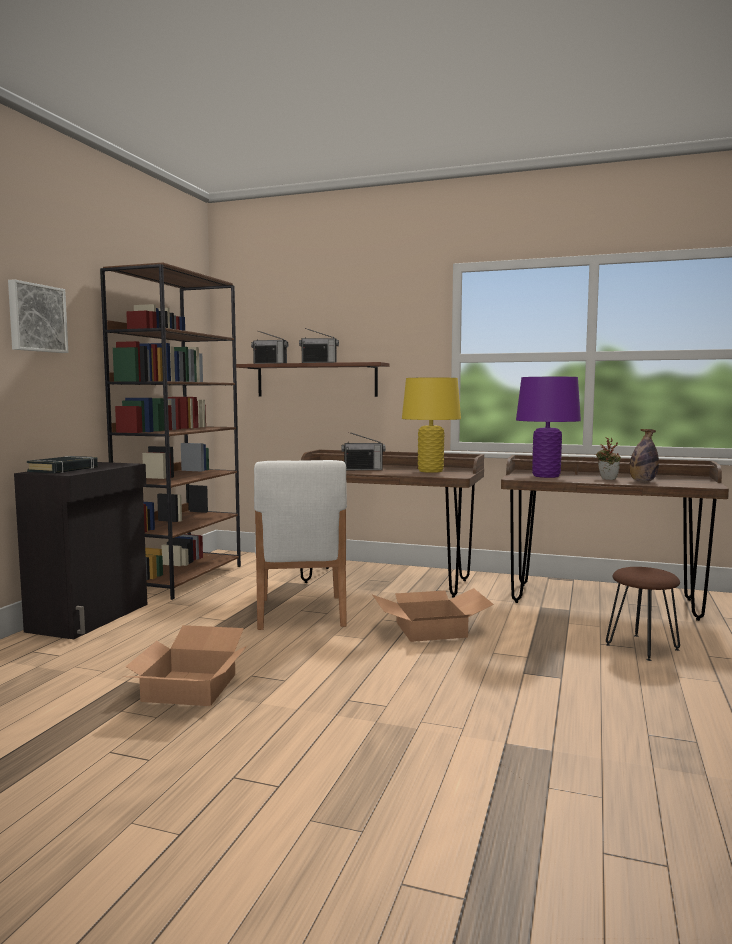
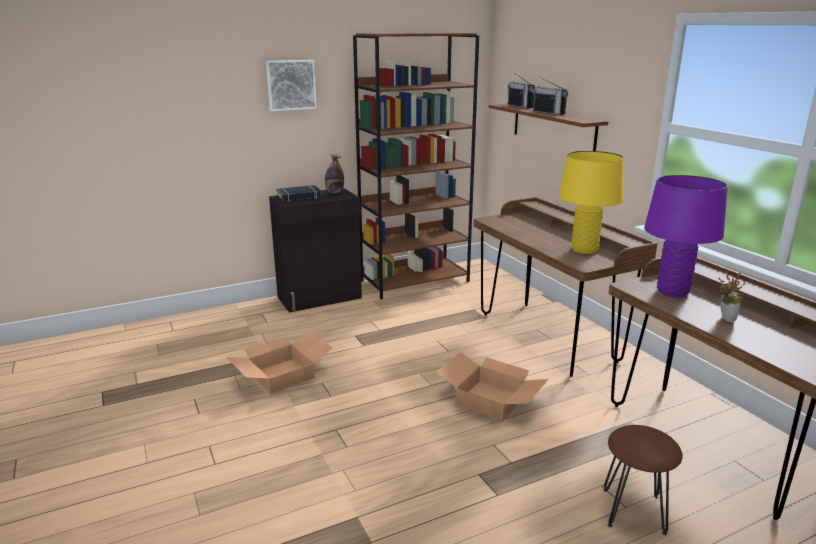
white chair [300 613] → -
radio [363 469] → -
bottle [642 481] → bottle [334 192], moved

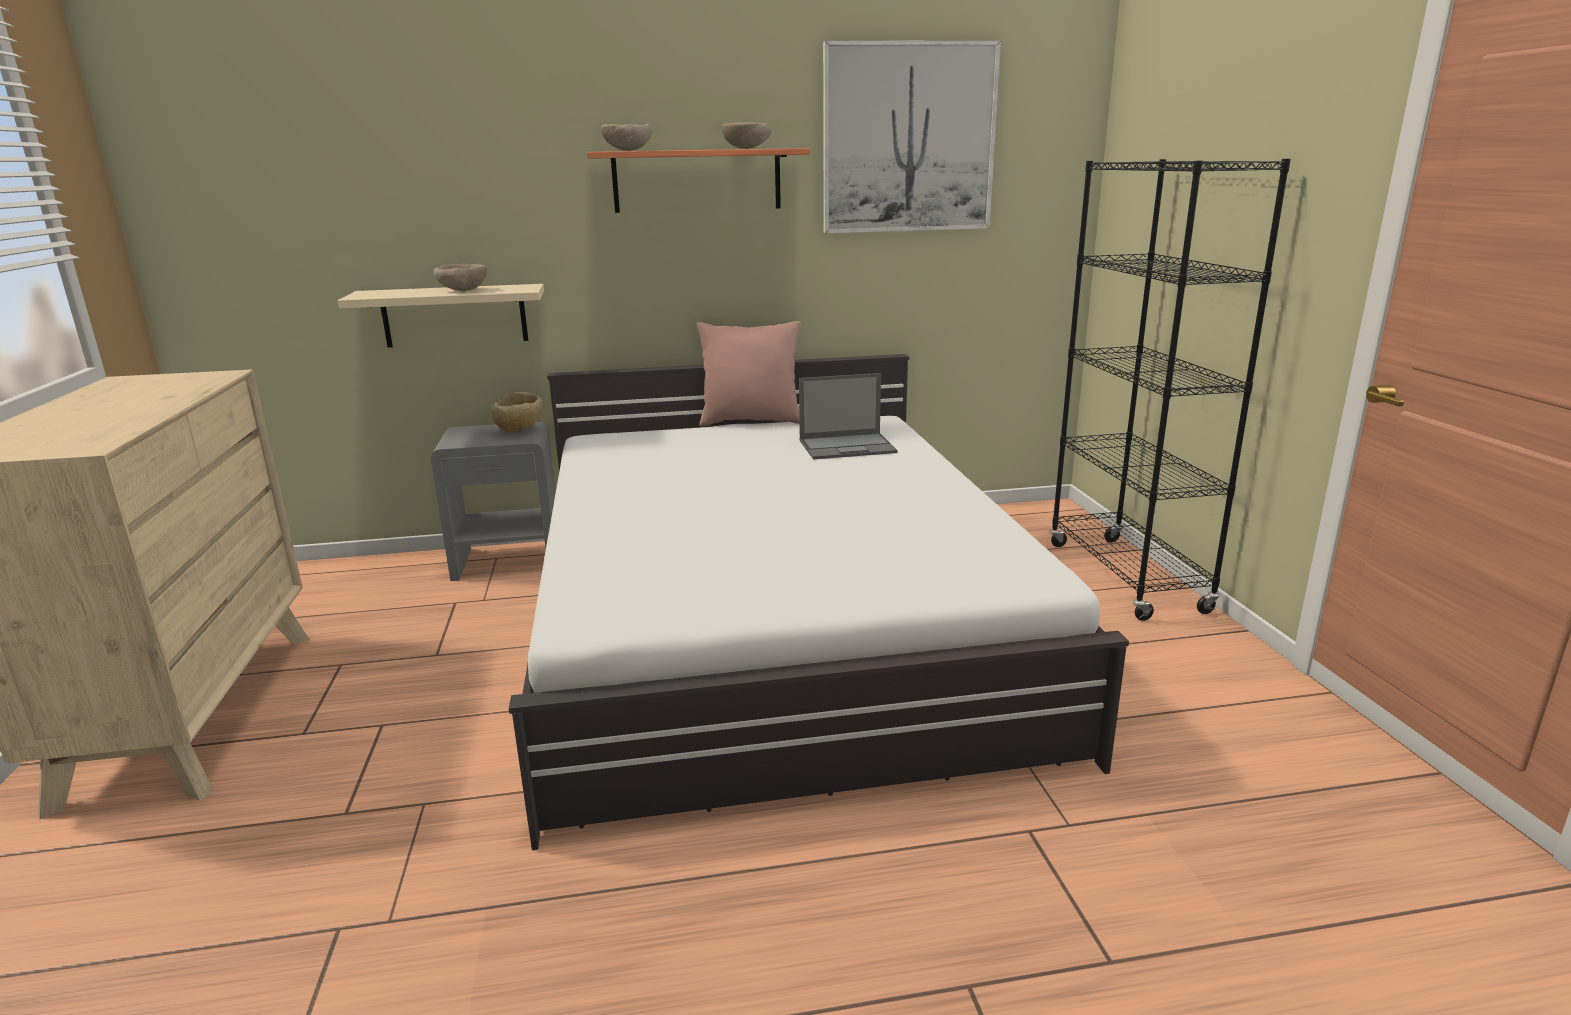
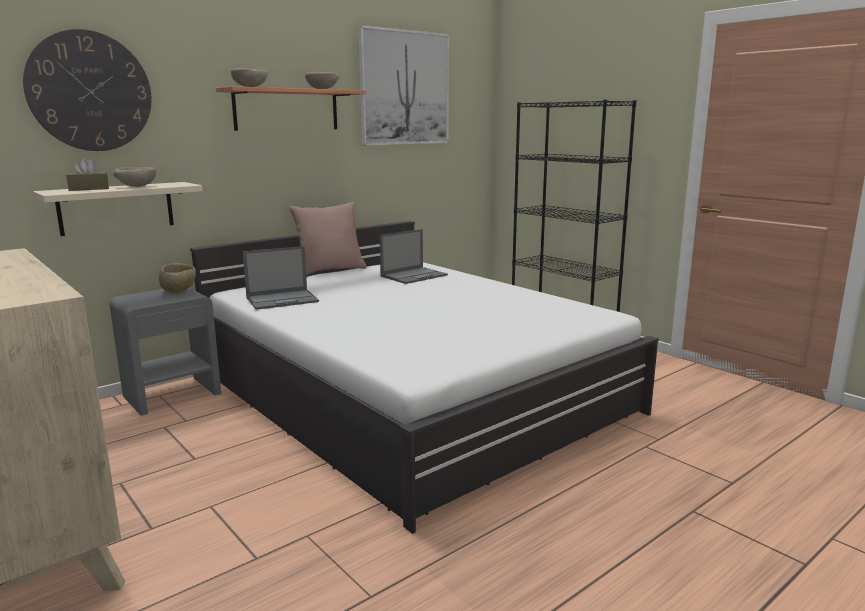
- → wall clock [90 91]
- → brown tissue box [88 189]
- → laptop [283 299]

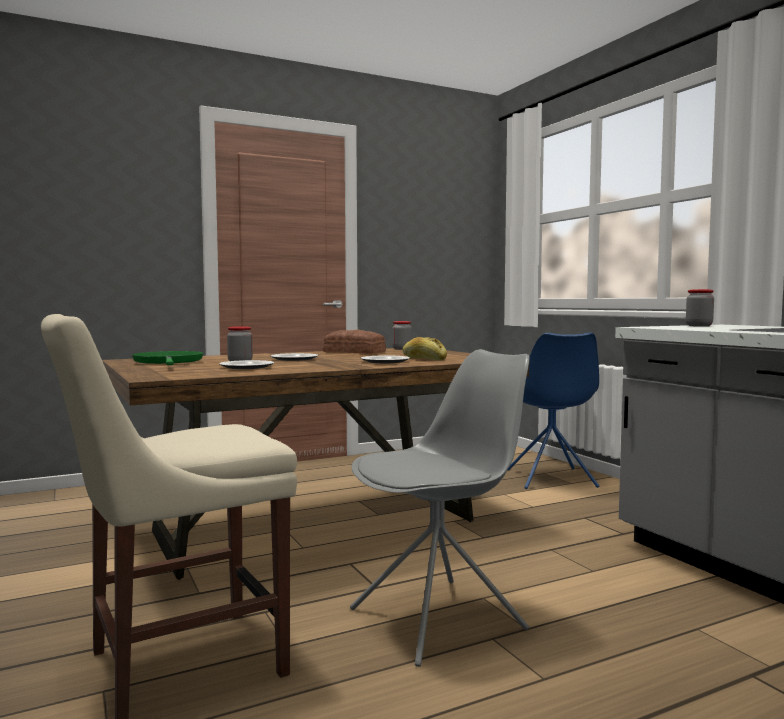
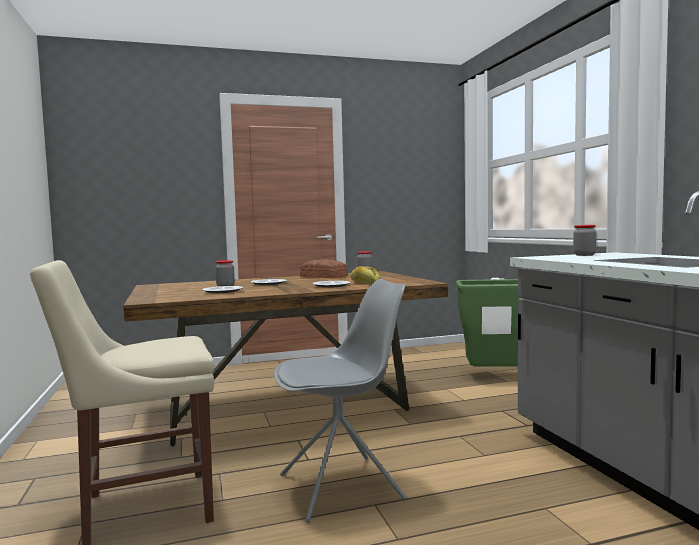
green frying pan [168 362] → -
blue chair [551 479] → green trash can [491 377]

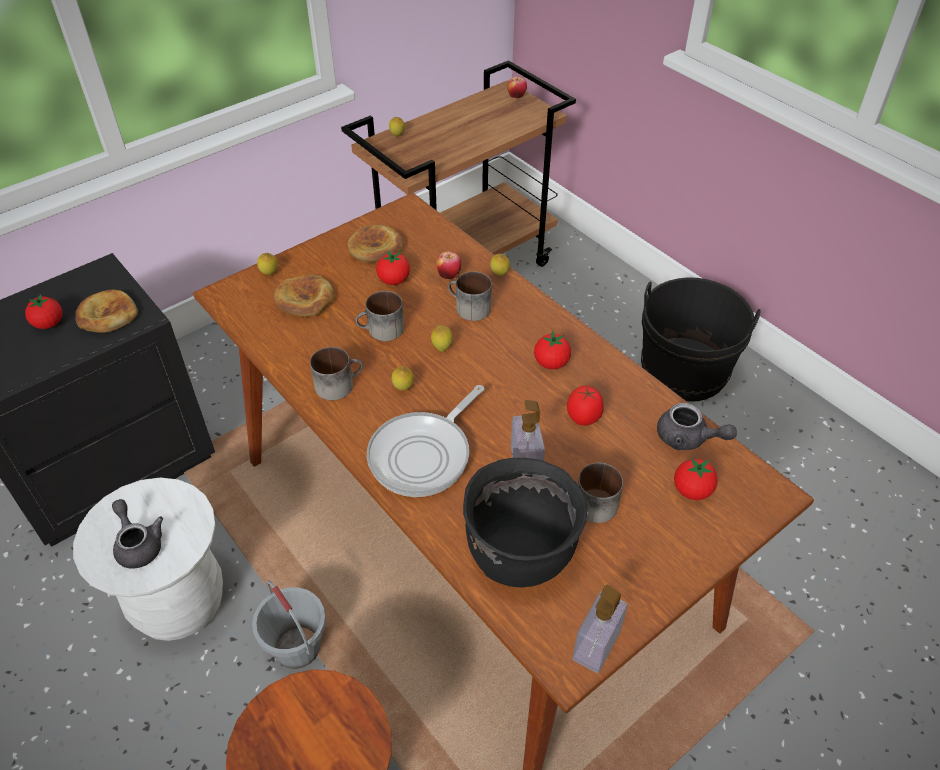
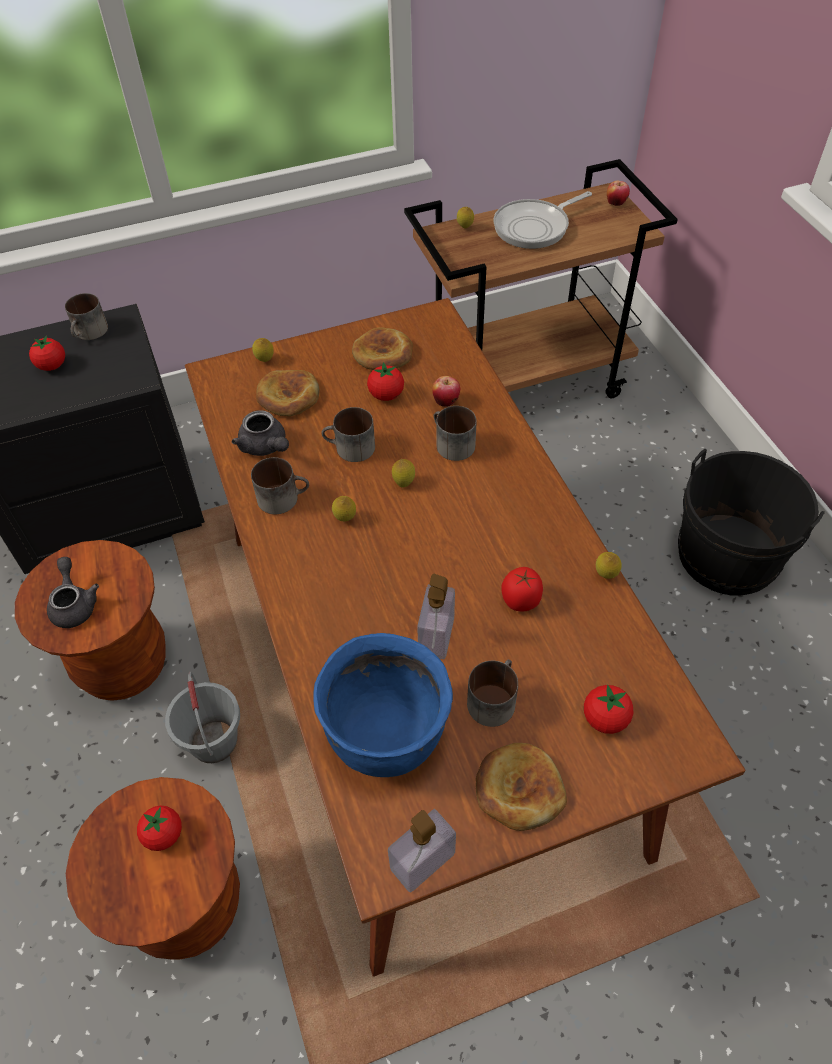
- → mug [90 333]
bread [107 315] → bread [519 789], moved
frying pan [424 455] → frying pan [535 227], moved
lemon [499 275] → lemon [605 575], moved
tomato [551 363] → tomato [164 834], moved
grey teapot [688 439] → grey teapot [265 447], moved
white stool [179 603] → brown stool [123 664]
black cooking pot [519 554] → blue cooking pot [386 735]

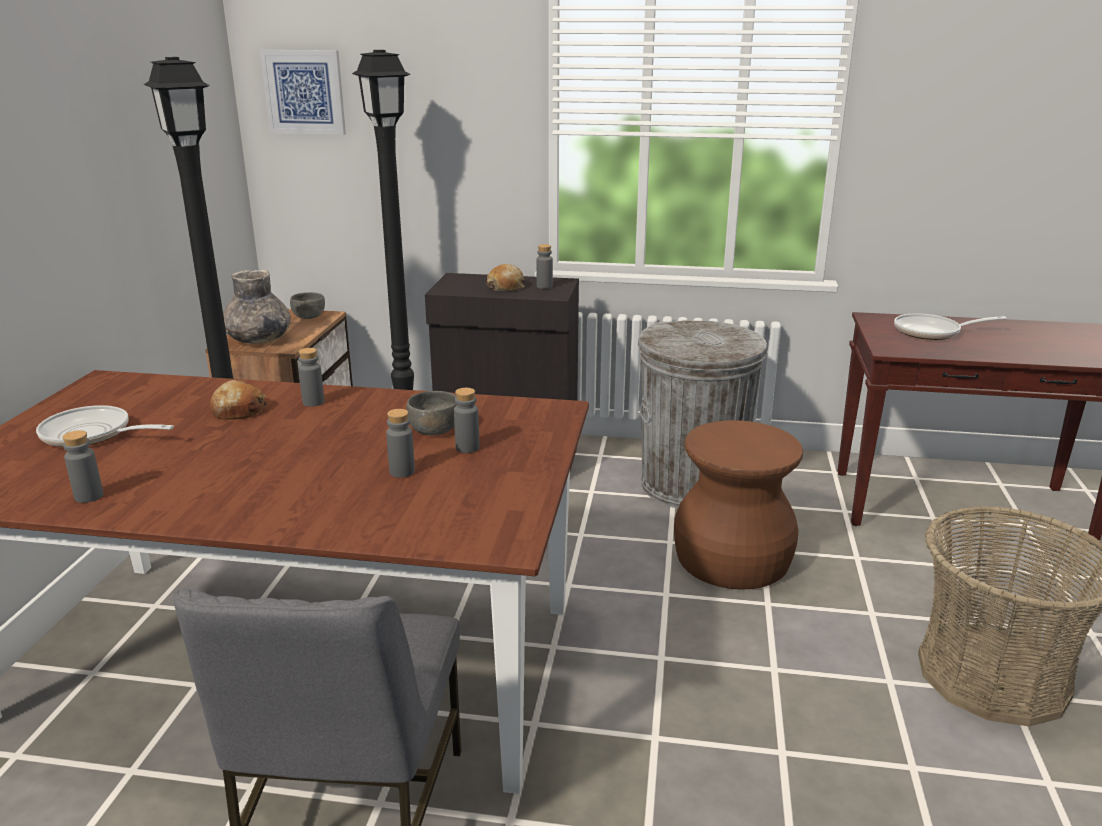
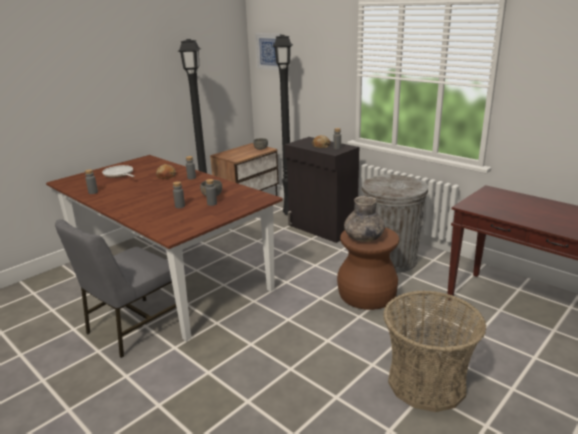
frying pan [932 332] → -
grey vase [258 339] → grey vase [363 237], moved

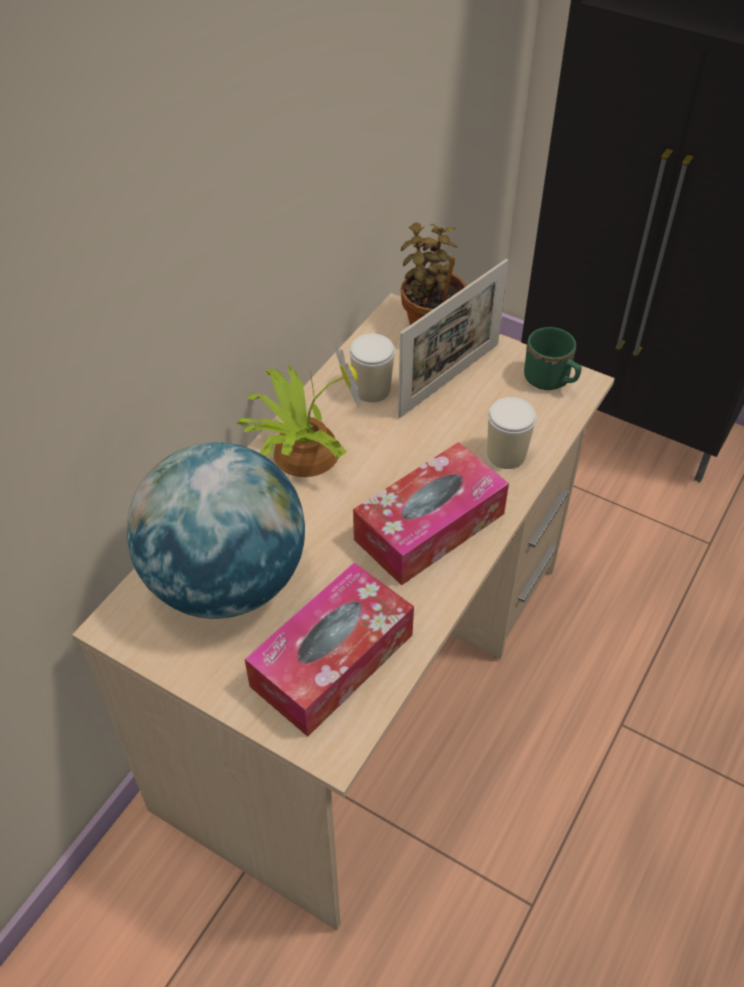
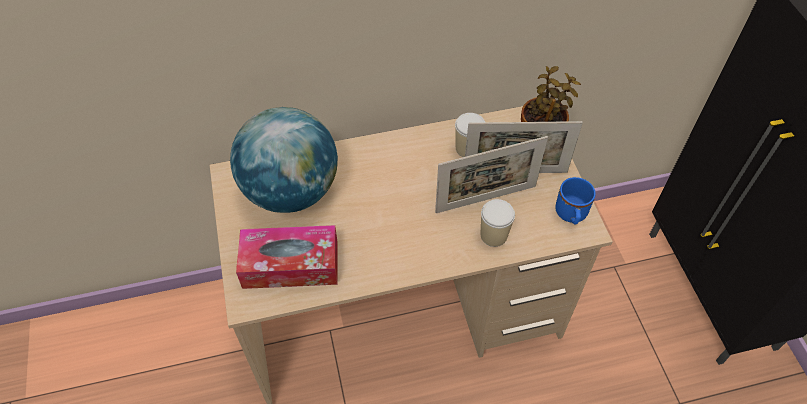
potted plant [302 451] → -
tissue box [429 526] → -
- → picture frame [486 199]
green mug [551 381] → blue mug [571 215]

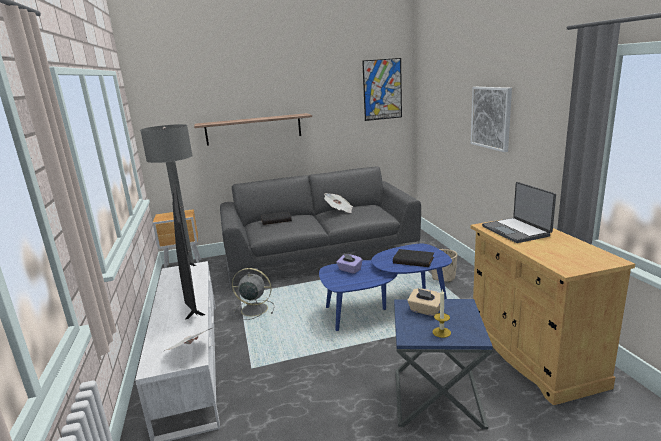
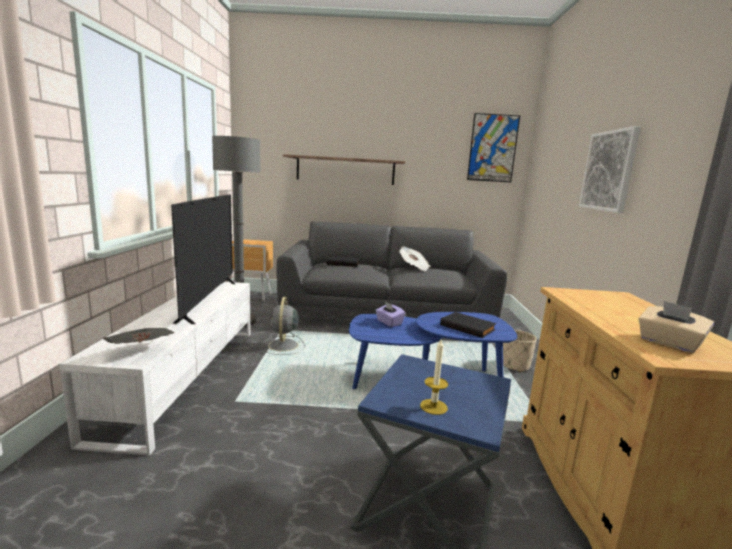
laptop [516 231] → -
beige tissue box [425 310] → beige tissue box [669 343], moved
grey fan [253 309] → grey fan [283 346], 120 degrees counterclockwise

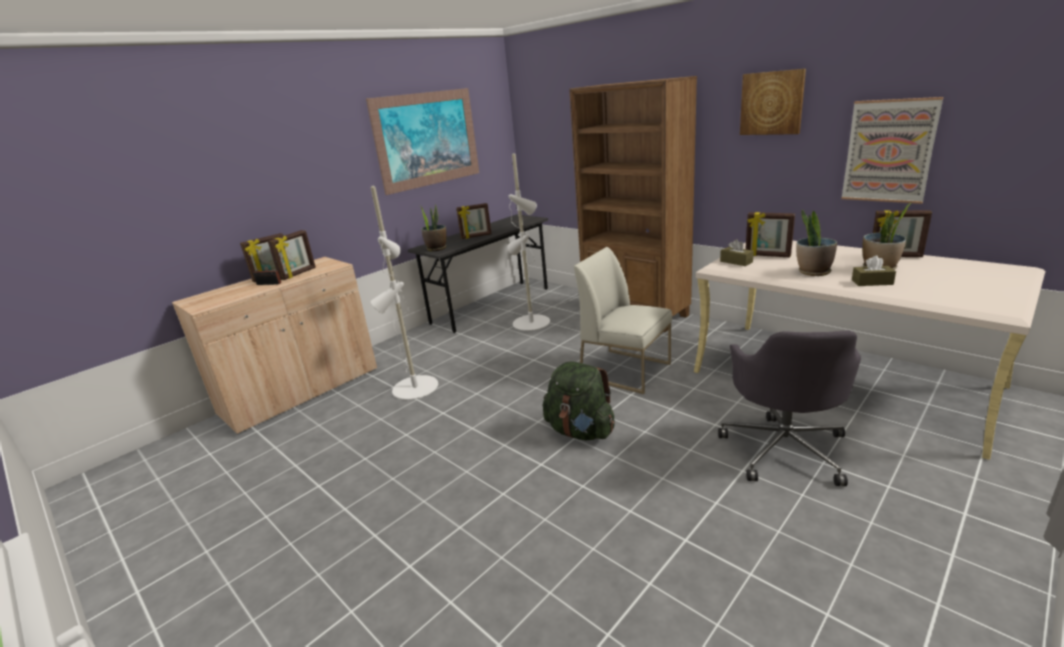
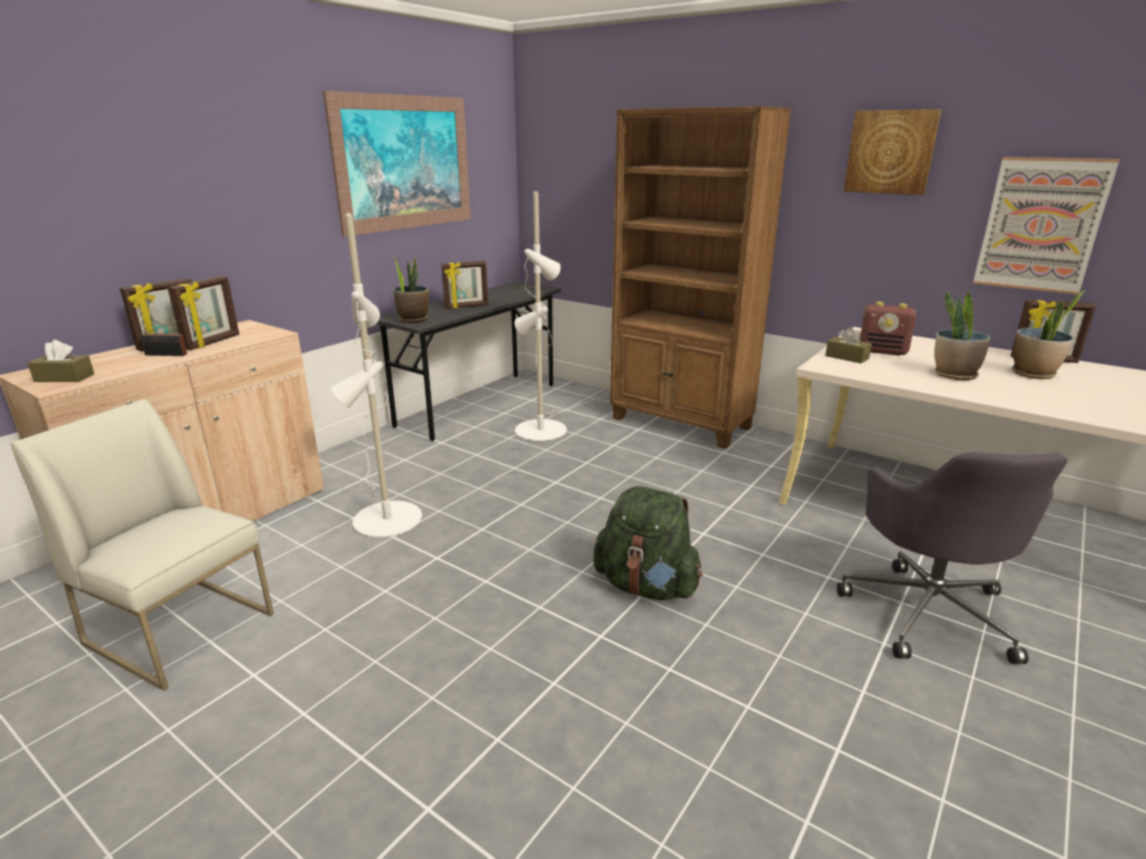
white chair [626 370] → white chair [182 628], moved
brown tissue box [872 282] → brown tissue box [64 378], moved
picture frame [767 256] → radio [883 351]

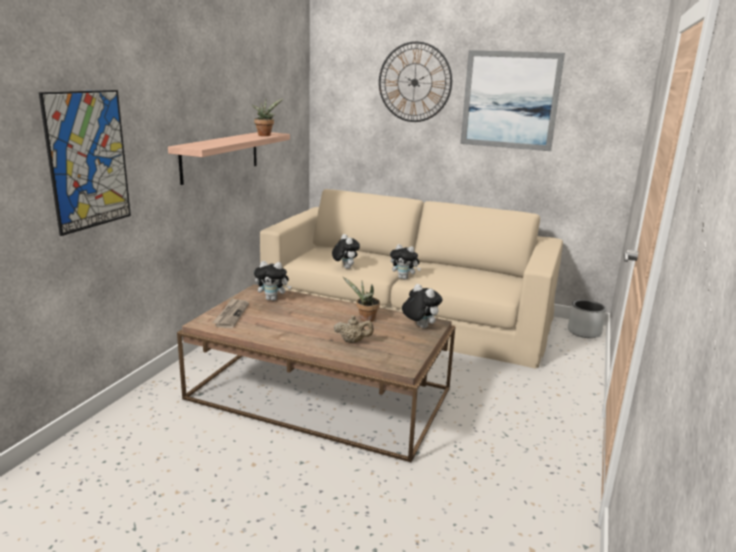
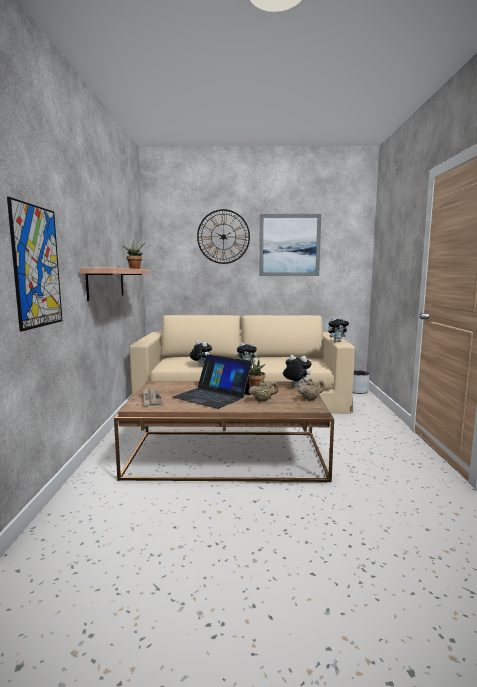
- → laptop [212 396]
- → beige teapot [310 399]
plush toy [273 299] → plush toy [337 341], moved

